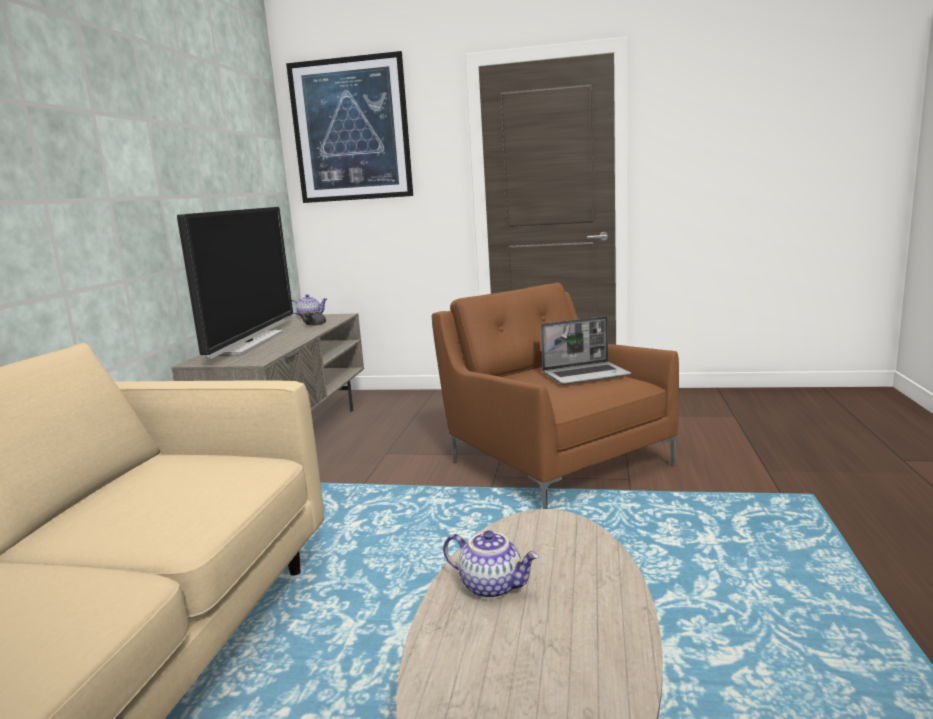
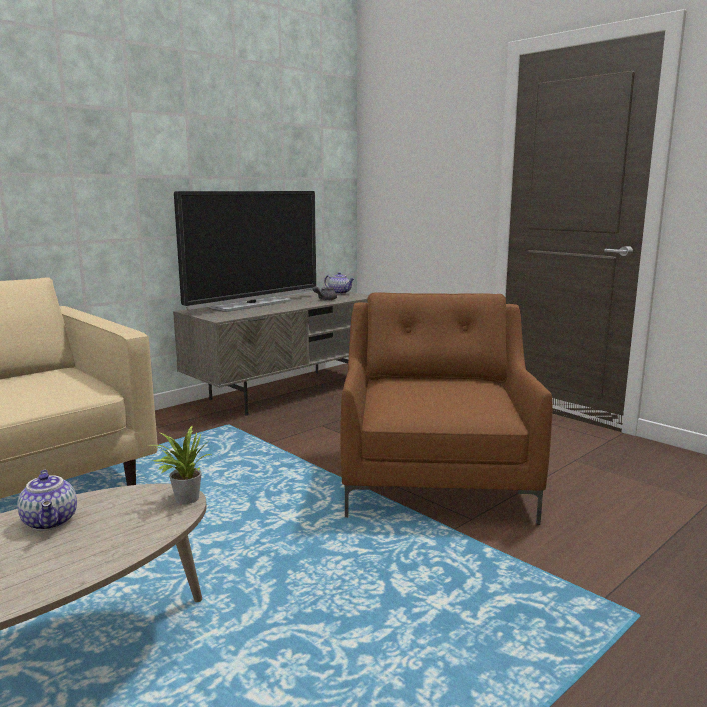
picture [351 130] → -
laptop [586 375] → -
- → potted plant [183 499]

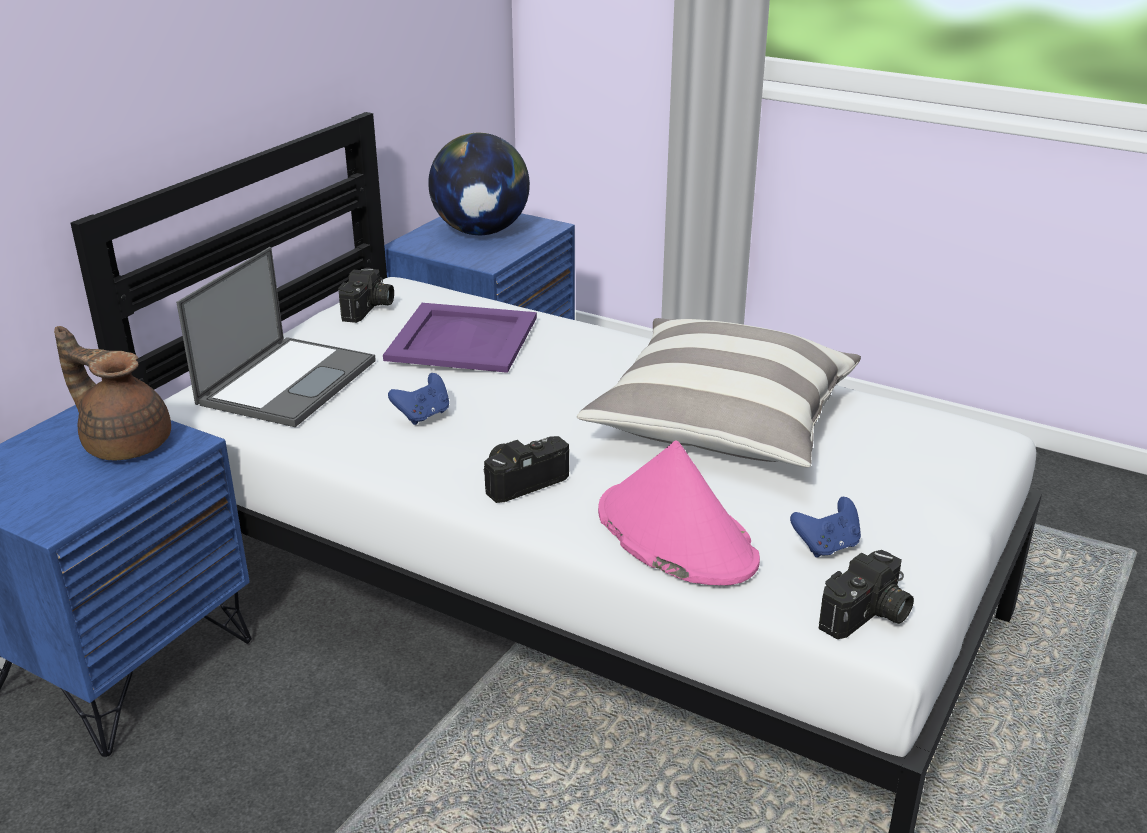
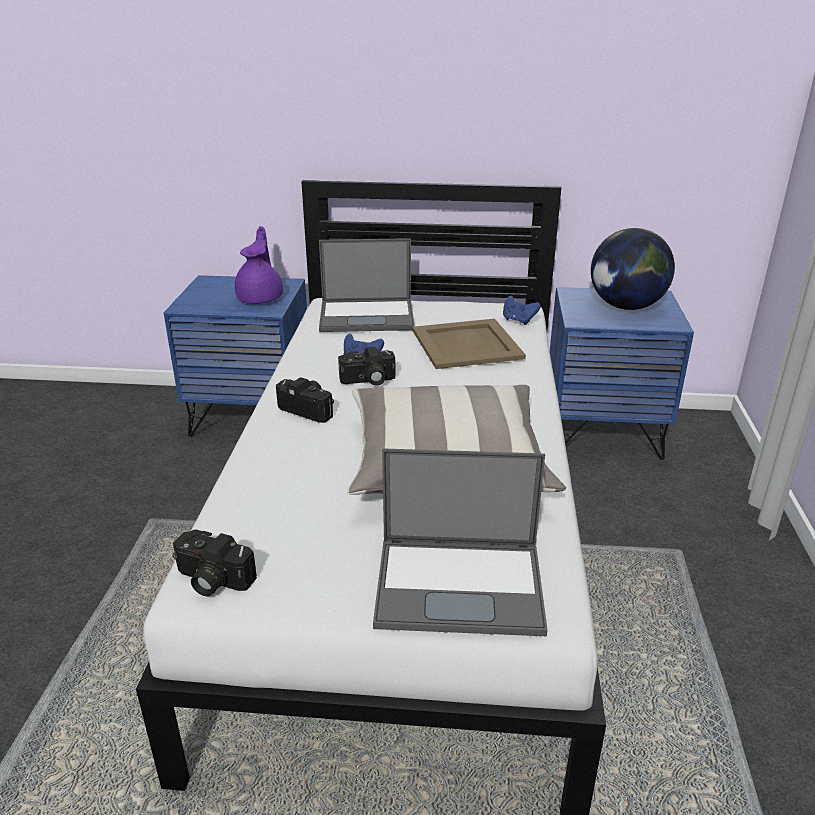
pink hat [674 536] → -
- → laptop [461 584]
photo camera [369 309] → photo camera [368 381], moved
blue game controller [827 546] → blue game controller [518 320], moved
brown teapot [125 443] → purple teapot [261 298]
purple tray [461 339] → beige tray [465 344]

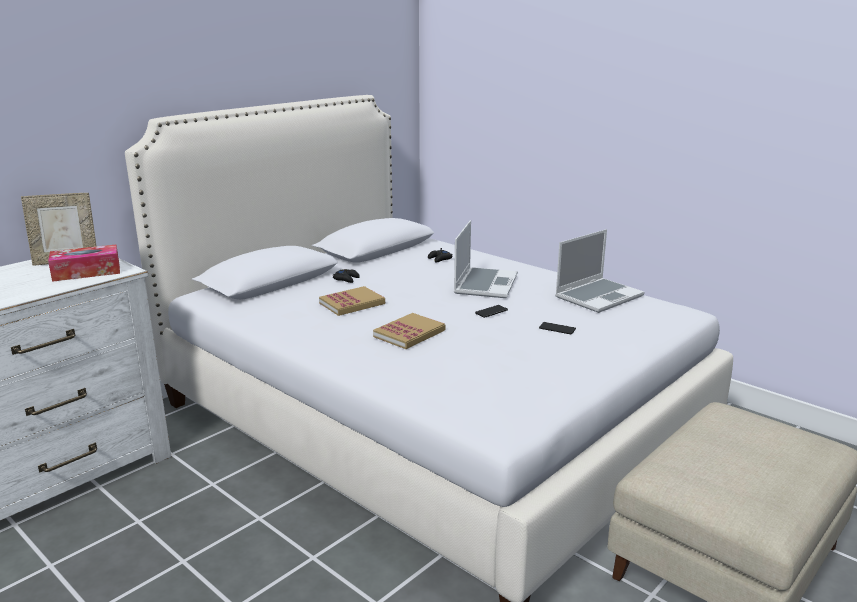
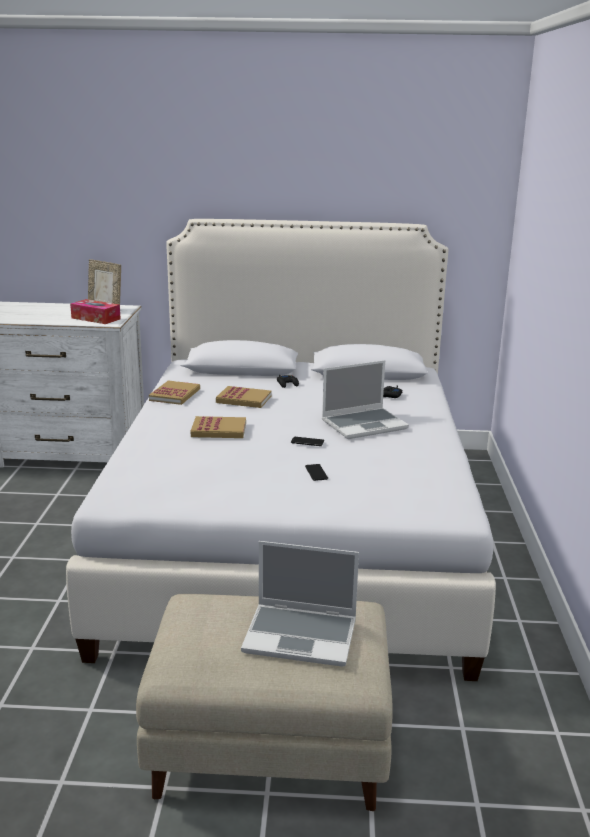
- → book [175 395]
laptop [598 296] → laptop [302 636], moved

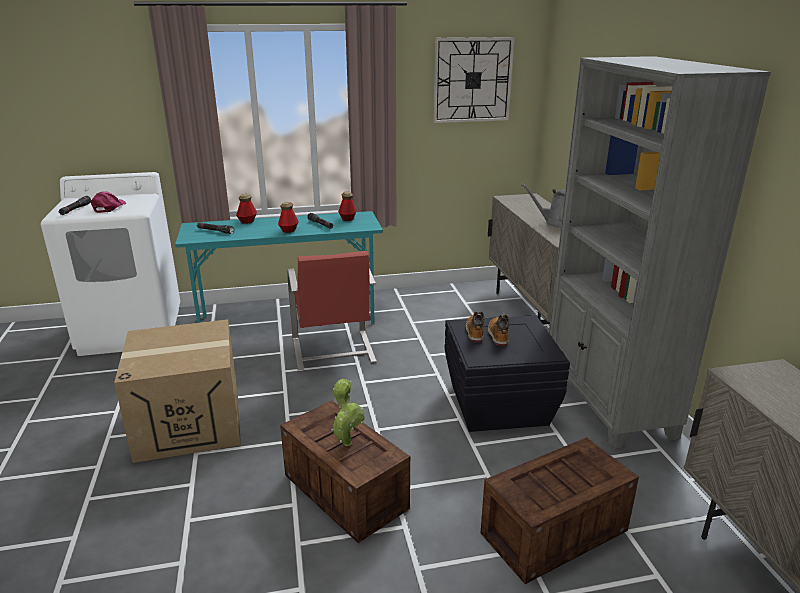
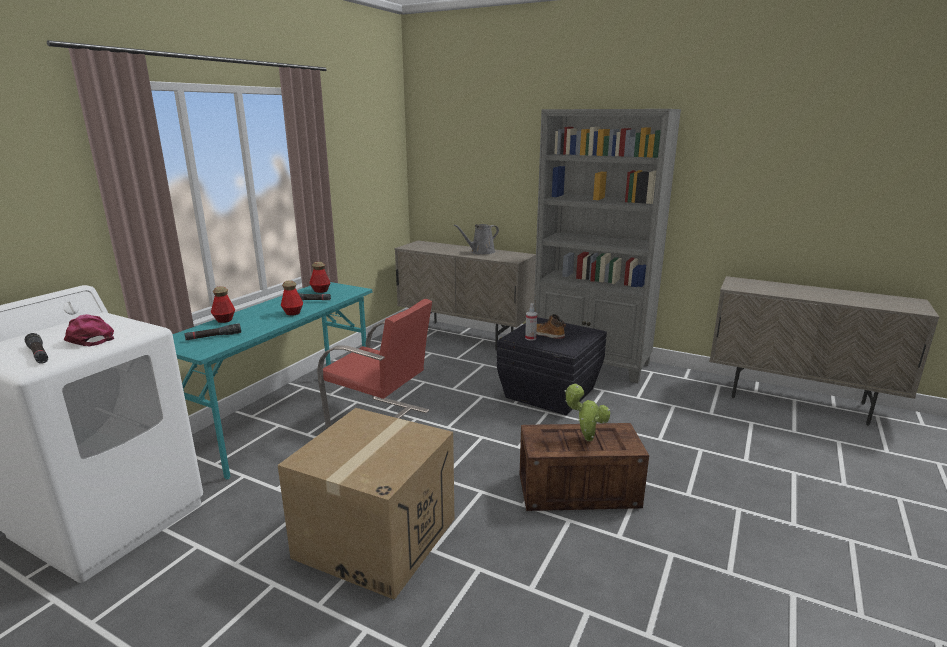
wall clock [472 80] → -
crate [555 531] → -
boot [474 332] → spray bottle [530 338]

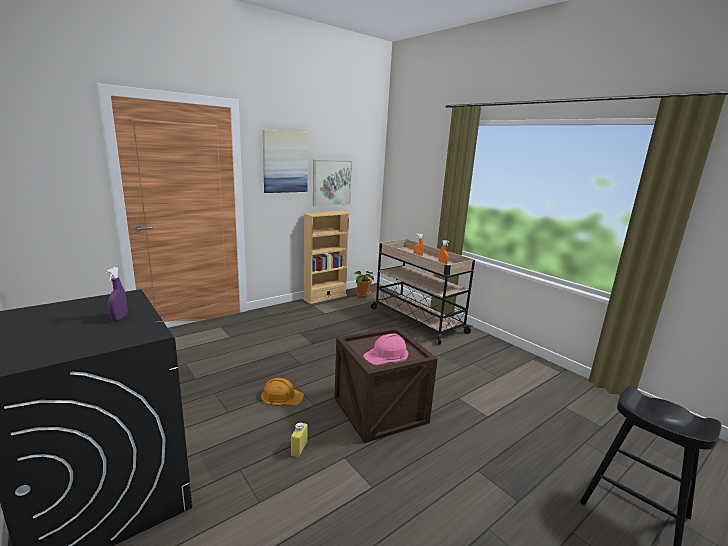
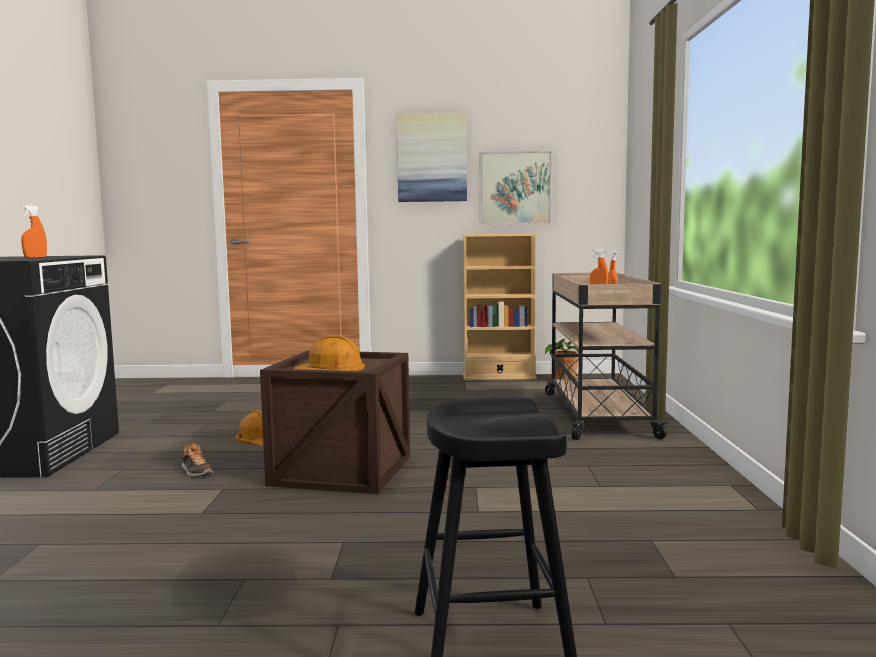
yellow bottle [299 449] → shoe [196 472]
purple spray bottle [119 318] → orange spray bottle [35 258]
pink hard hat [387 354] → orange hard hat [330 368]

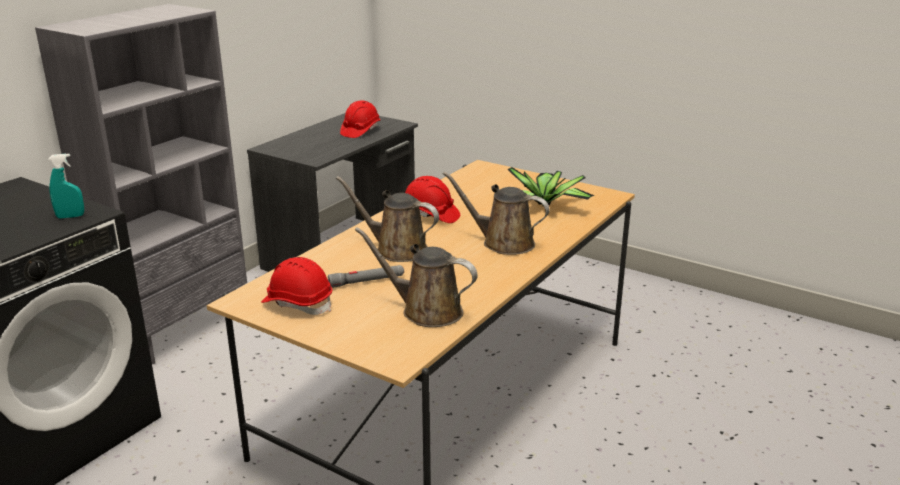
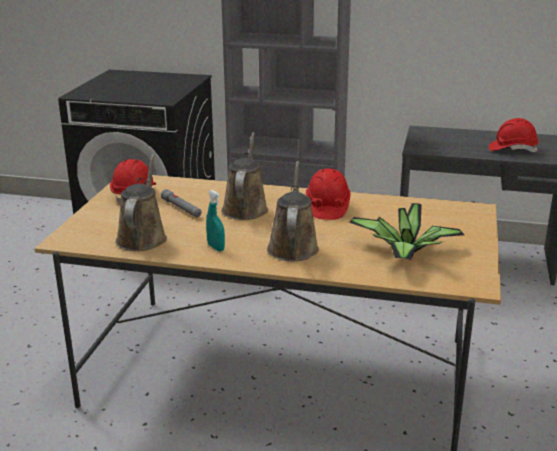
turquoise spray bottle [70 216] → turquoise spray bottle [216 248], moved

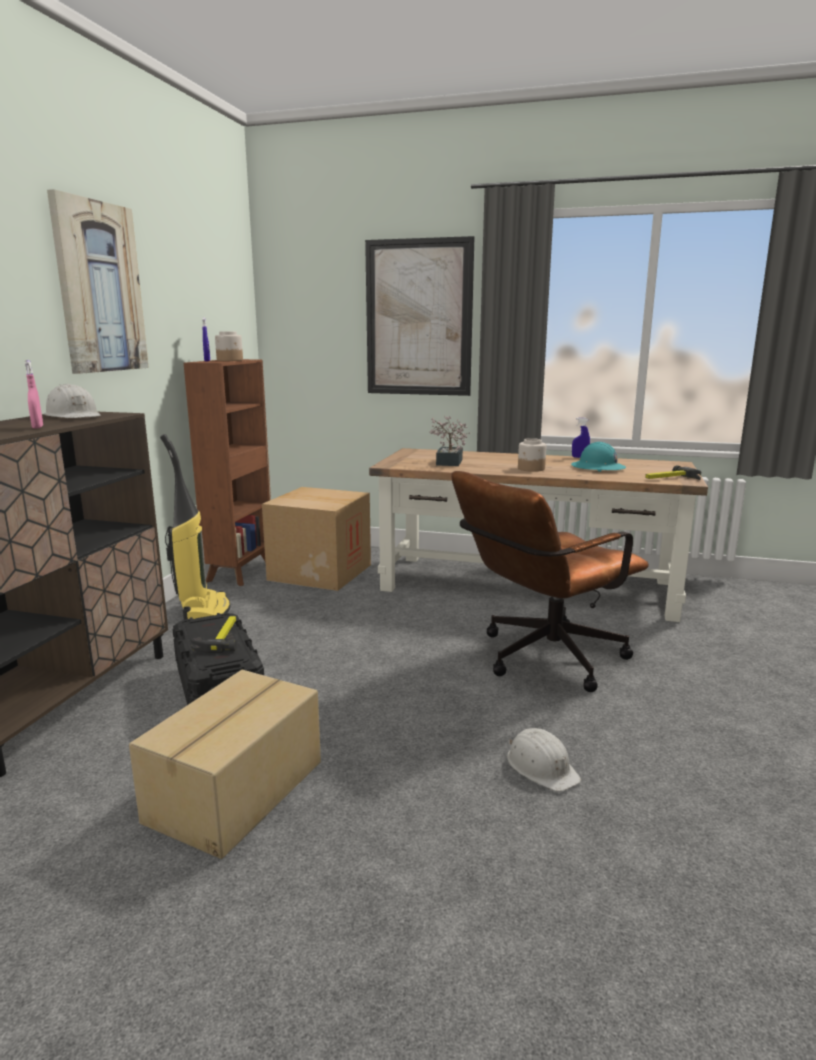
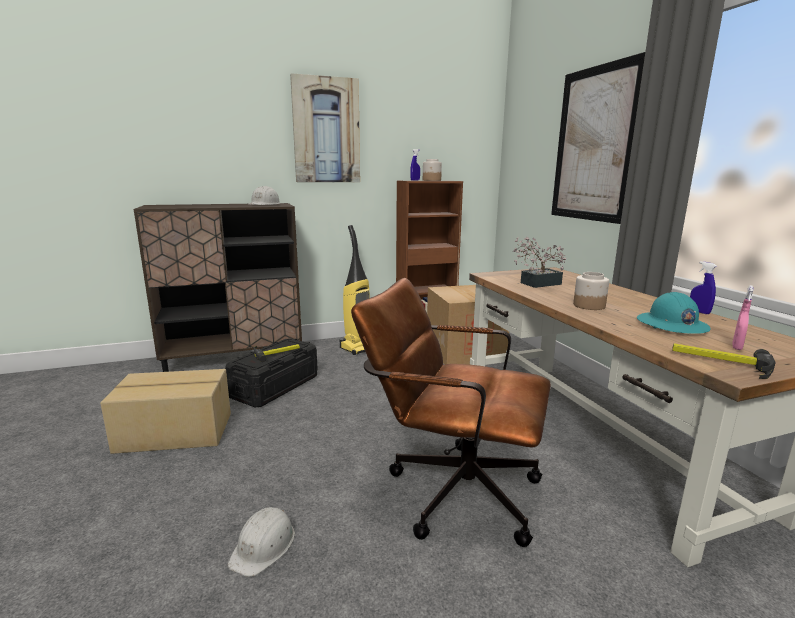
pink spray bottle [37 427] → pink spray bottle [737 347], moved

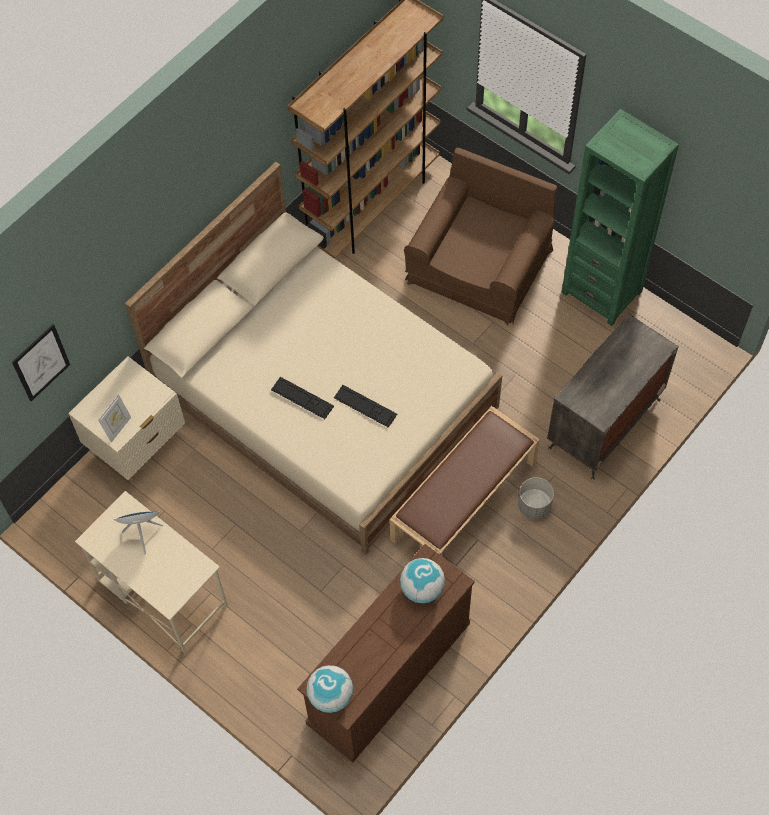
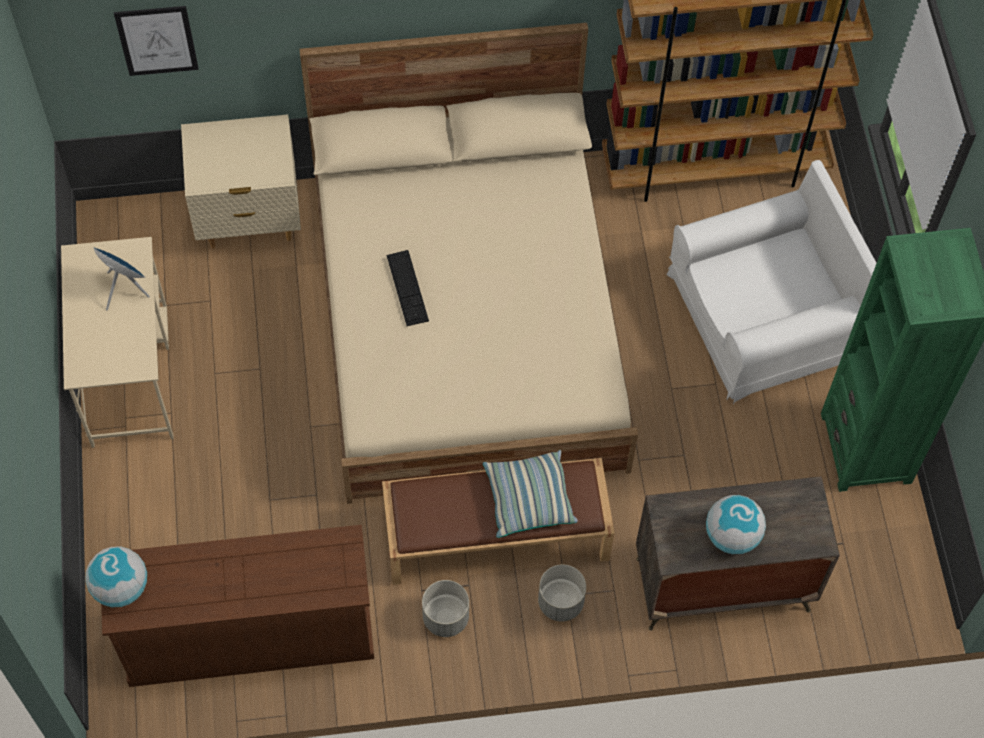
picture frame [118 428] → -
keyboard [365 406] → -
- → grey planter [445 618]
- → pillow [528 499]
globe [422 589] → globe [731 536], moved
brown armchair [479 266] → white armchair [762 316]

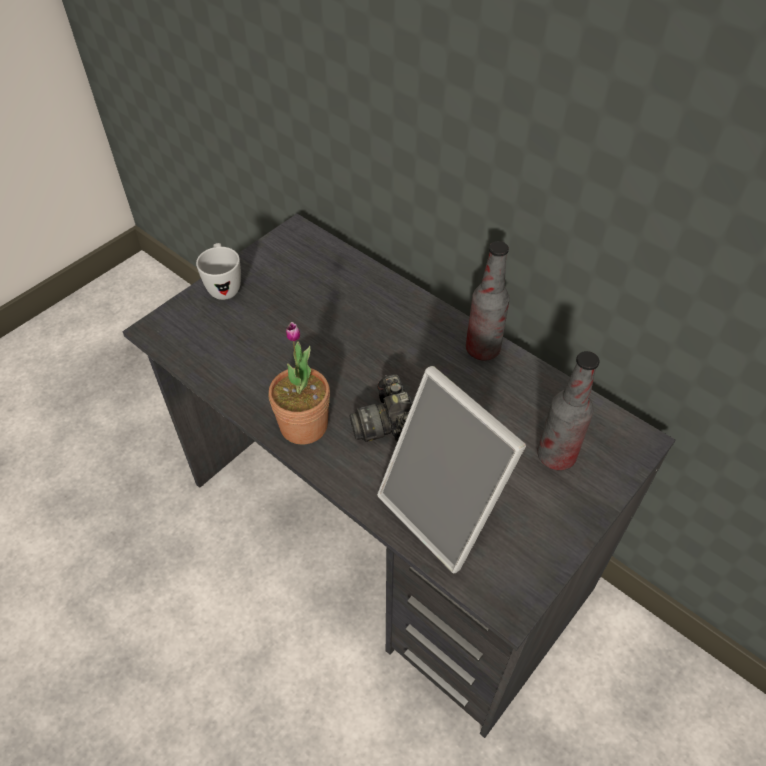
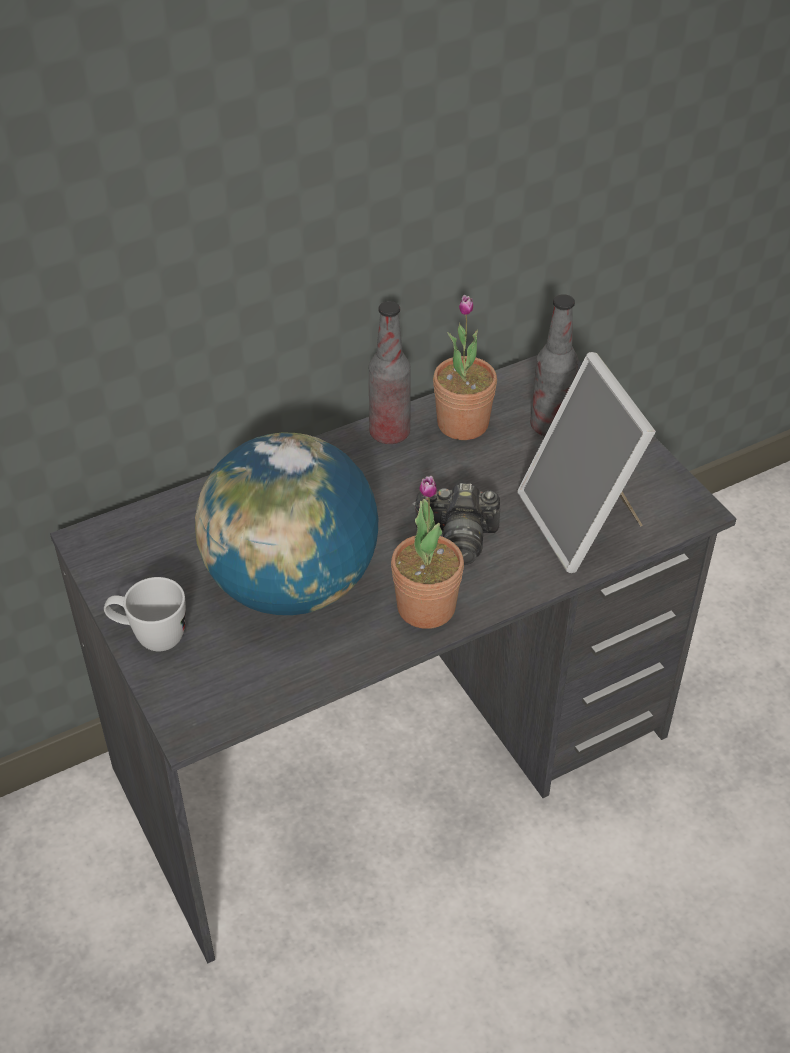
- → globe [292 584]
- → potted plant [462 423]
picture frame [445 510] → picture frame [582 523], 90 degrees clockwise

